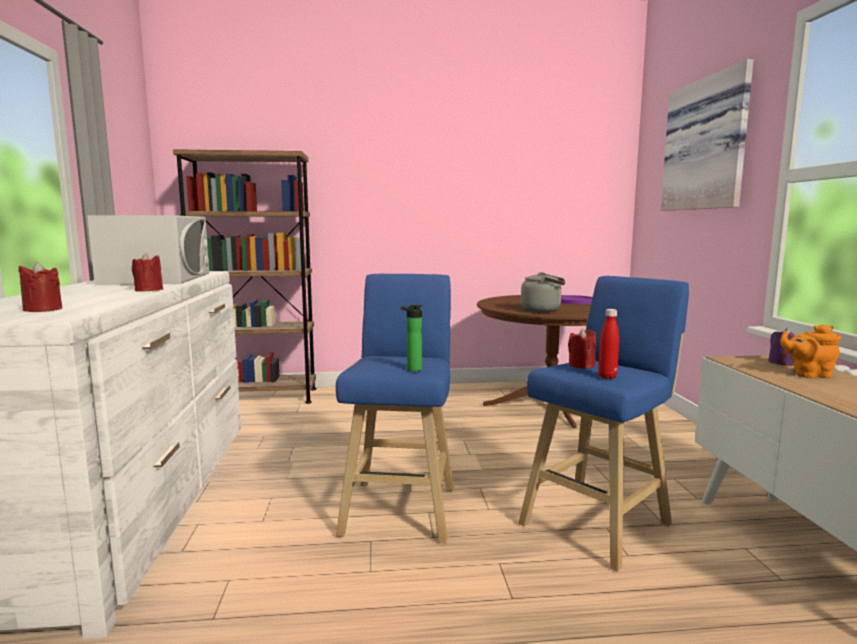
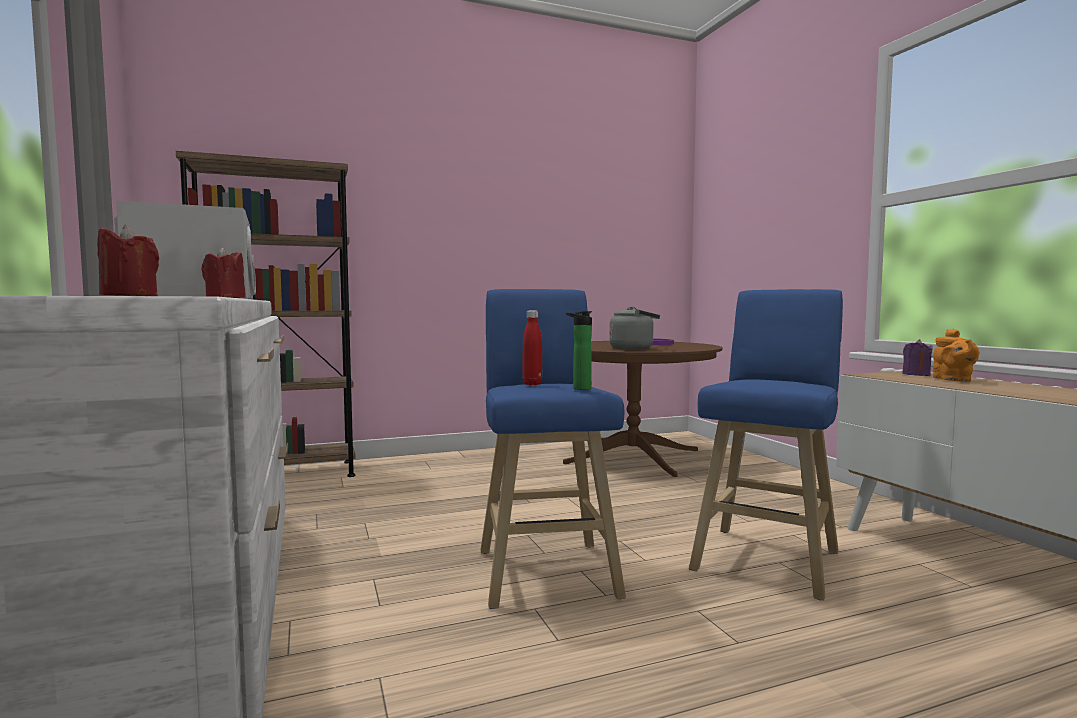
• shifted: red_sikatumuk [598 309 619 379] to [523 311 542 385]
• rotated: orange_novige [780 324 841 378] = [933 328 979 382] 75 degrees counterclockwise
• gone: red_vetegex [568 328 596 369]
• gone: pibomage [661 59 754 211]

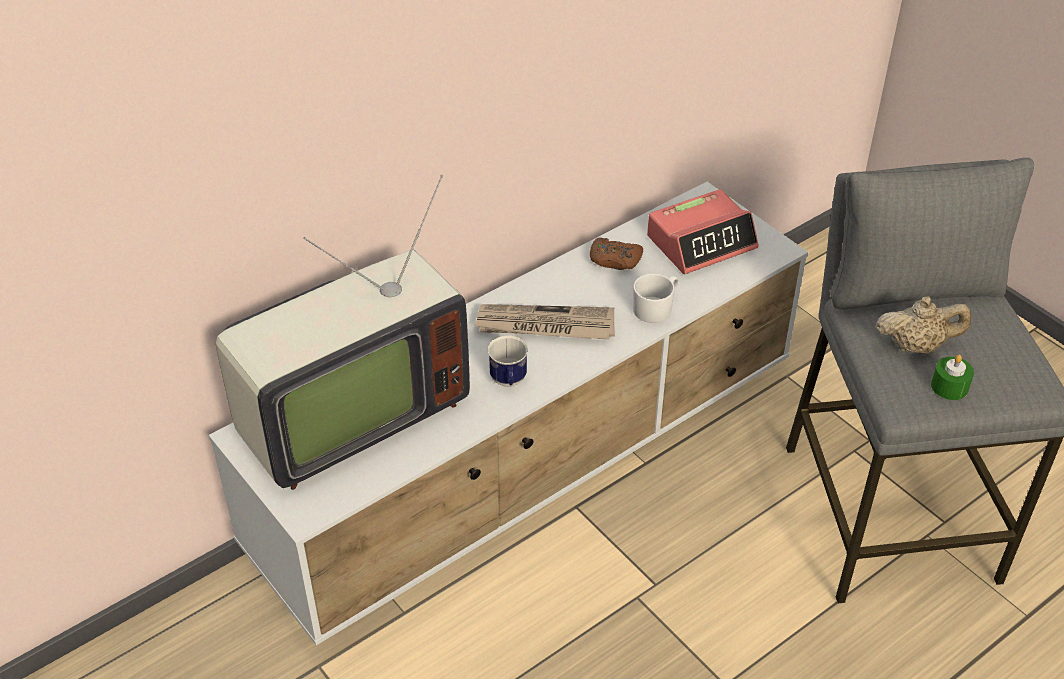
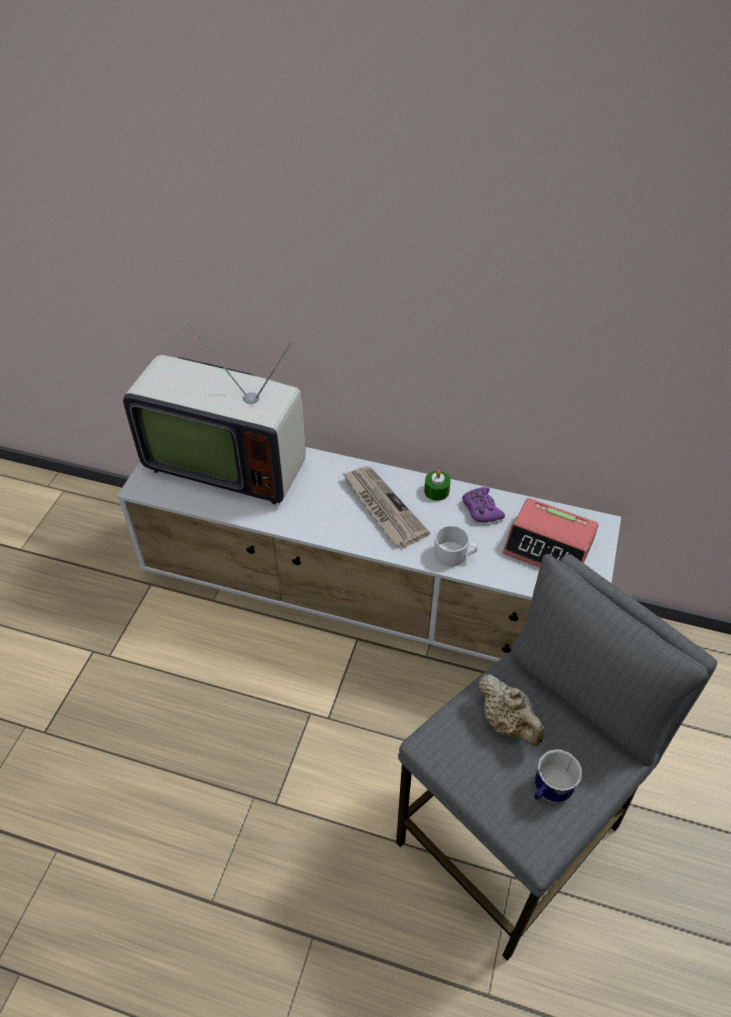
• shifted: green_vetegex [931 355 974 400] to [424 470 451 501]
• repainted: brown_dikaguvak [590 238 643 270] to purple_dikaguvak [462 487 505 523]
• shifted: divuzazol [488 336 528 387] to [534 749 582 803]

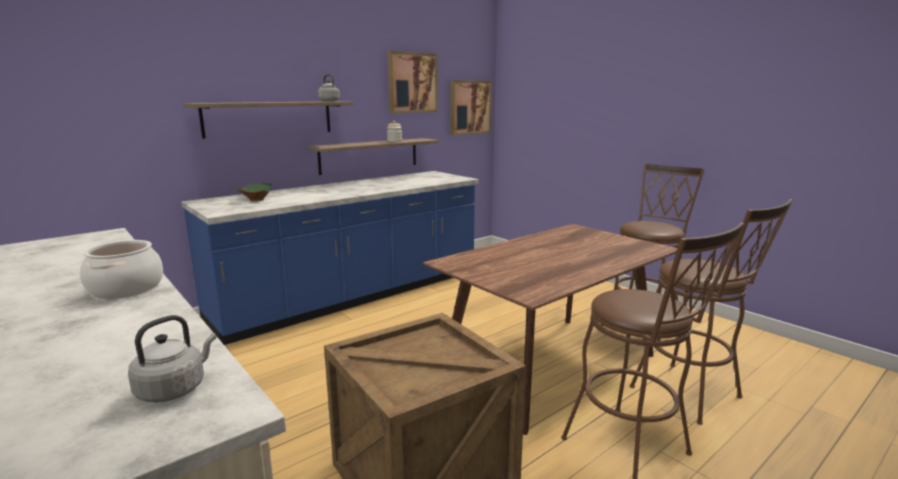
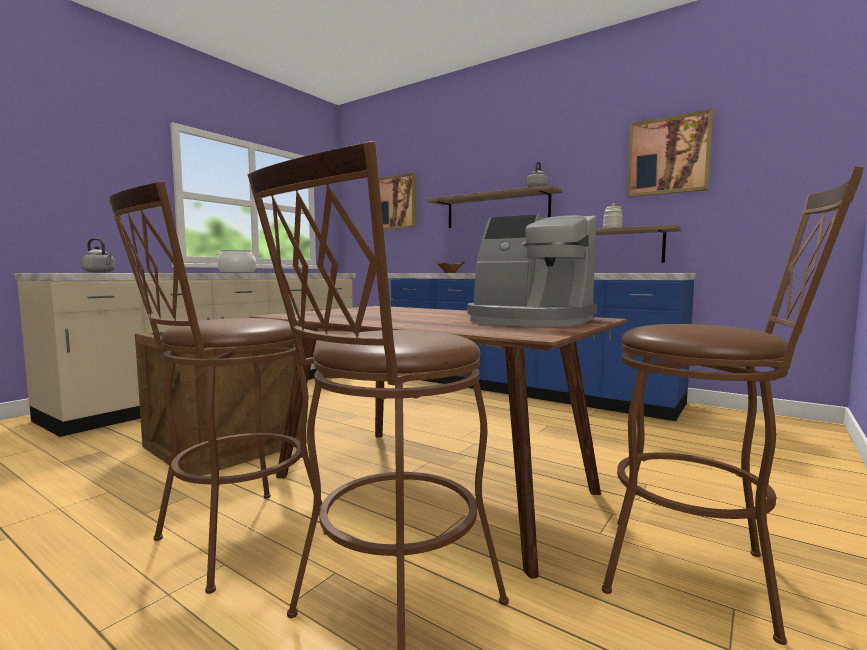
• shifted: pibomage [451 80 492 135] to [379 173 416 230]
• new: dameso [467 214 597 327]

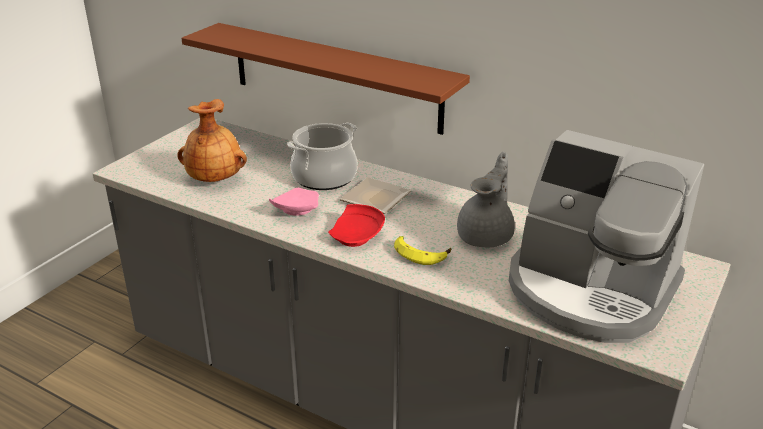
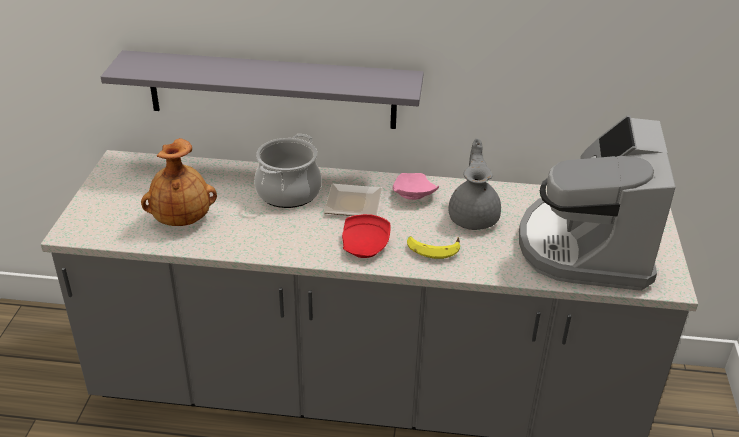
• repainted: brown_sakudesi [181 23 470 135] to grey_sakudesi [101 50 424 129]
• shifted: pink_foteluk [269 188 319 216] to [393 173 439 200]
• rotated: dameso [509 130 704 343] = [519 116 675 291] 90 degrees clockwise

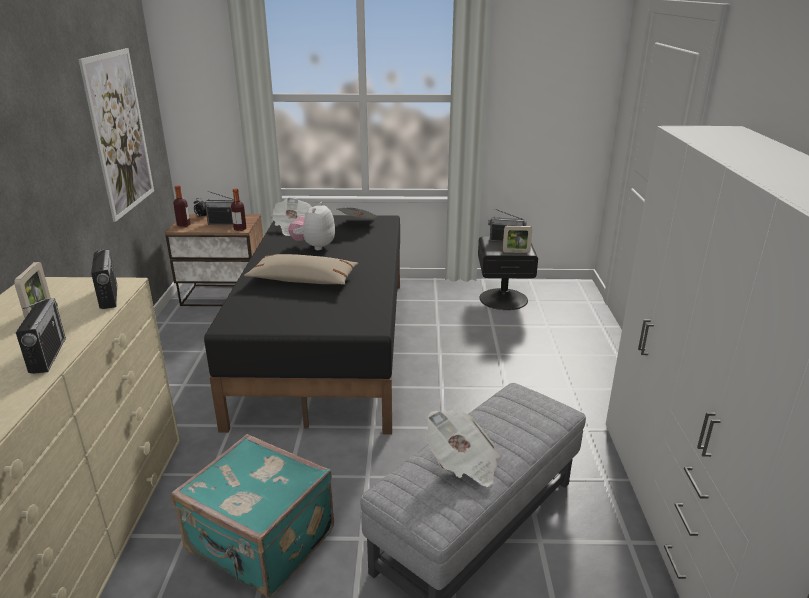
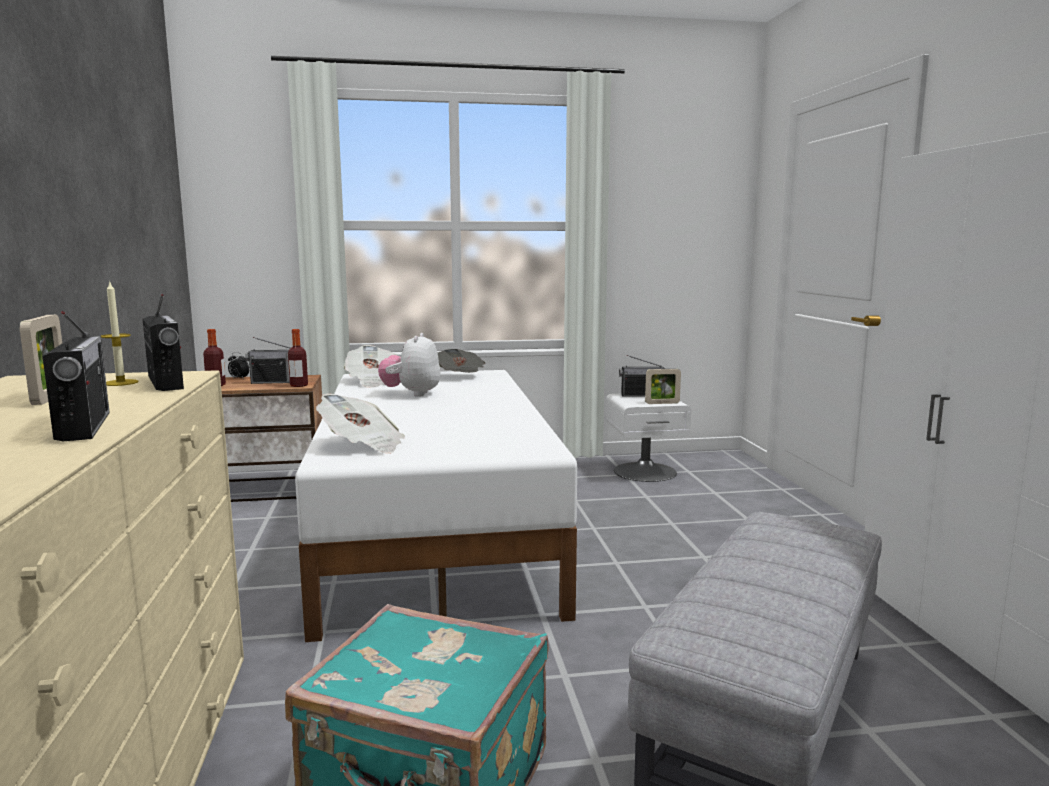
• new: vetegex [101 281 138 386]
• repainted: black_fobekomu [204 215 400 434] to white_fobekomu [295 370 577 642]
• shifted: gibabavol [425 410 500 487] to [316 394 405 454]
• repainted: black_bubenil [478 236 538 310] to white_bubenil [606 394 691 482]
• gone: pibomage [78 48 154 222]
• gone: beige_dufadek [244 254 358 285]

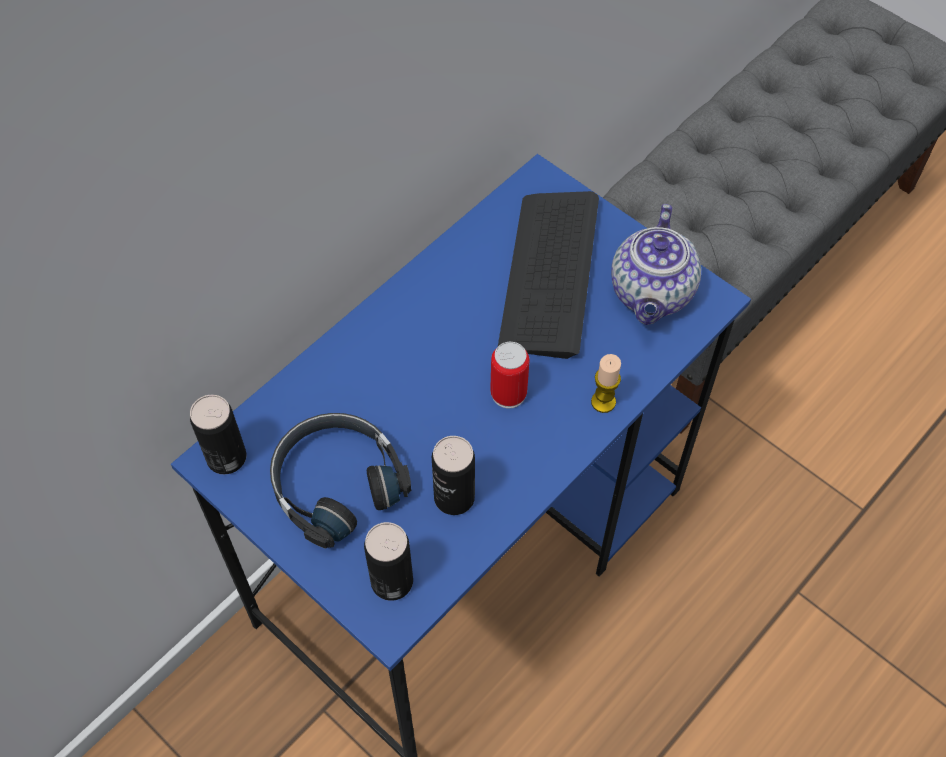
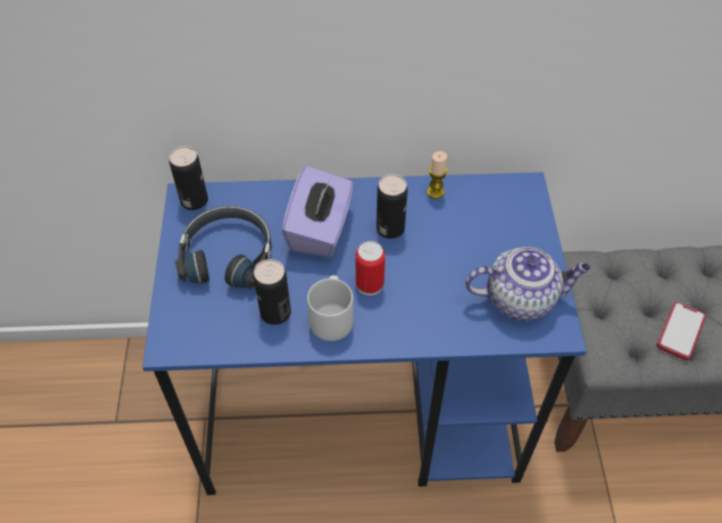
• new: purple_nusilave [282 166 353 258]
• new: grey_divuzazol [307 275 354 341]
• shifted: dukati [364 522 413 601] to [376 174 408 239]
• shifted: vetegex [591 354 621 413] to [427 151 447 199]
• rotated: novige [611 204 701 325] = [465 247 590 321] 150 degrees counterclockwise
• new: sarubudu [657 302 706 361]
• gone: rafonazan [498 191 599 359]

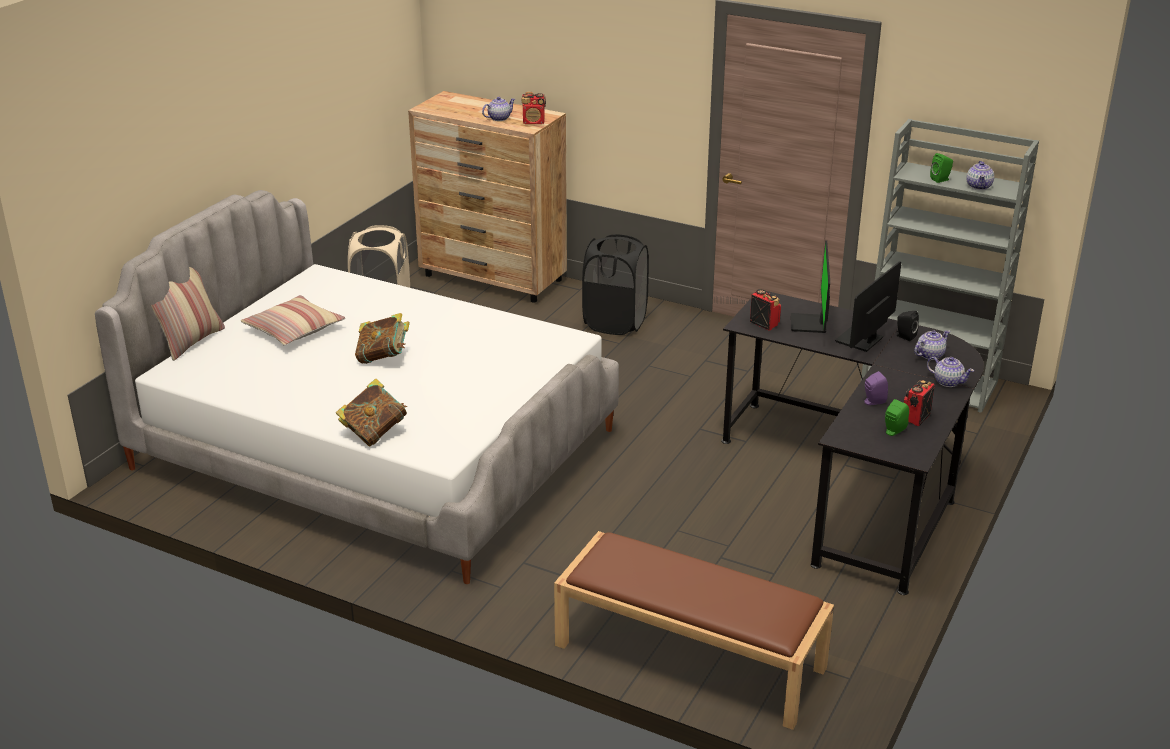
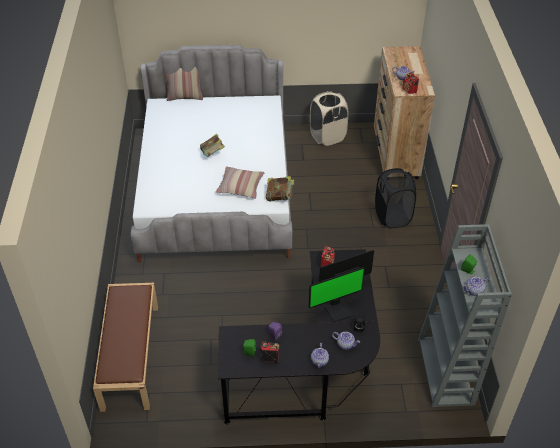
• shifted: dufadek [241 295 345 346] to [216 166 265 199]
• shifted: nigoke [336 378 407 446] to [266 176 294 201]
• rotated: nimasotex [835 261 901 352] = [309 267 365 322] 150 degrees clockwise

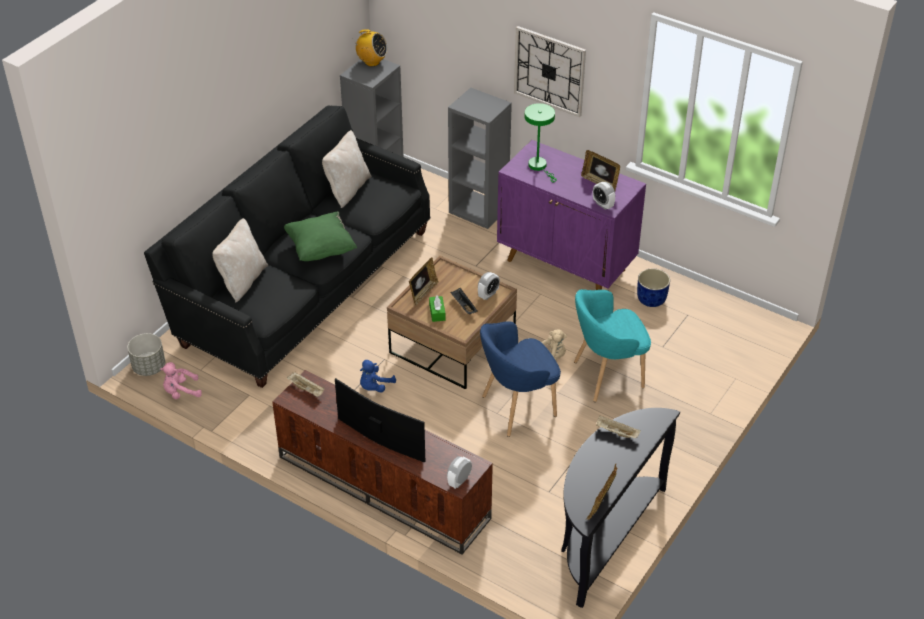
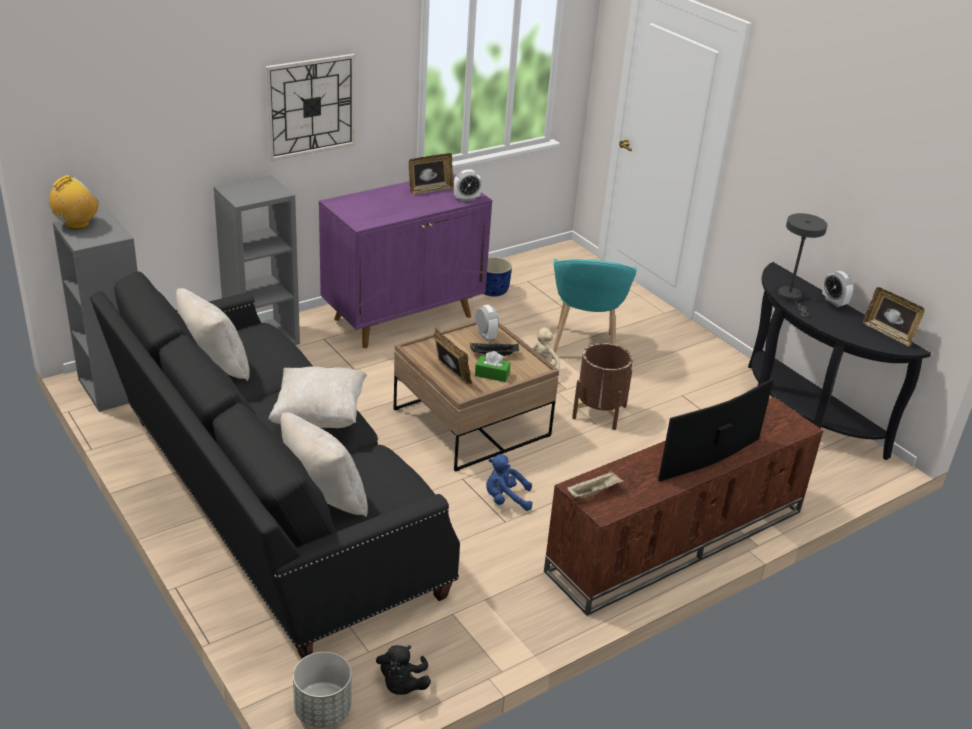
• repainted: green_dufadek [284 211 357 261] to beige_dufadek [269 366 367 428]
• repainted: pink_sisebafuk [160 362 202 399] to black_sisebafuk [376 645 431 695]
• rotated: blue_sisebafuk [360 360 396 392] = [486 454 533 511] 120 degrees clockwise
• swapped: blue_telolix [480 321 561 437] to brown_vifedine [572 343 633 430]
• swapped: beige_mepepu [596 416 641 438] to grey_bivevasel [778 213 827 317]
• shifted: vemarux [447 456 472 489] to [822 271 853 307]
• gone: green_bivevasel [524 103 557 182]

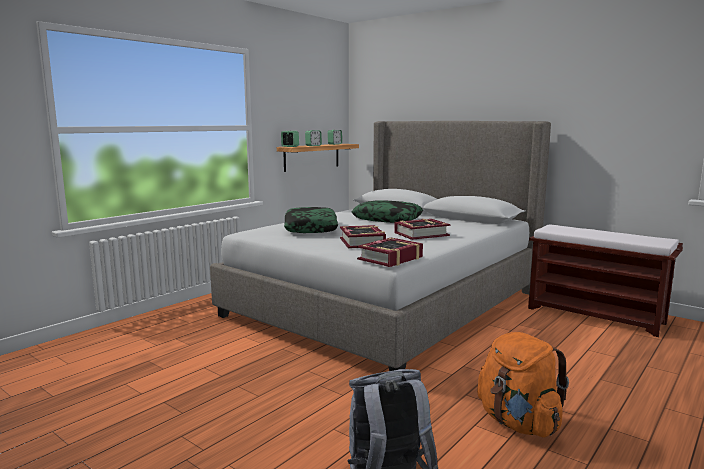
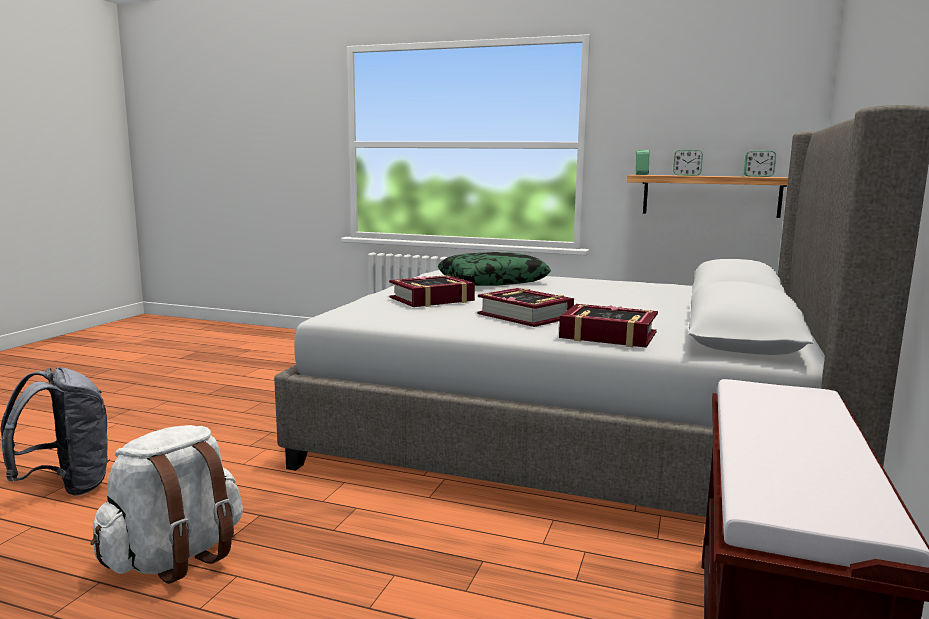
• repainted: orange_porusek [477 332 569 438] to white_porusek [91 425 243 584]
• shifted: nigoke [357 238 423 267] to [559 304 658 348]
• gone: dufadek [352 200 423 223]

